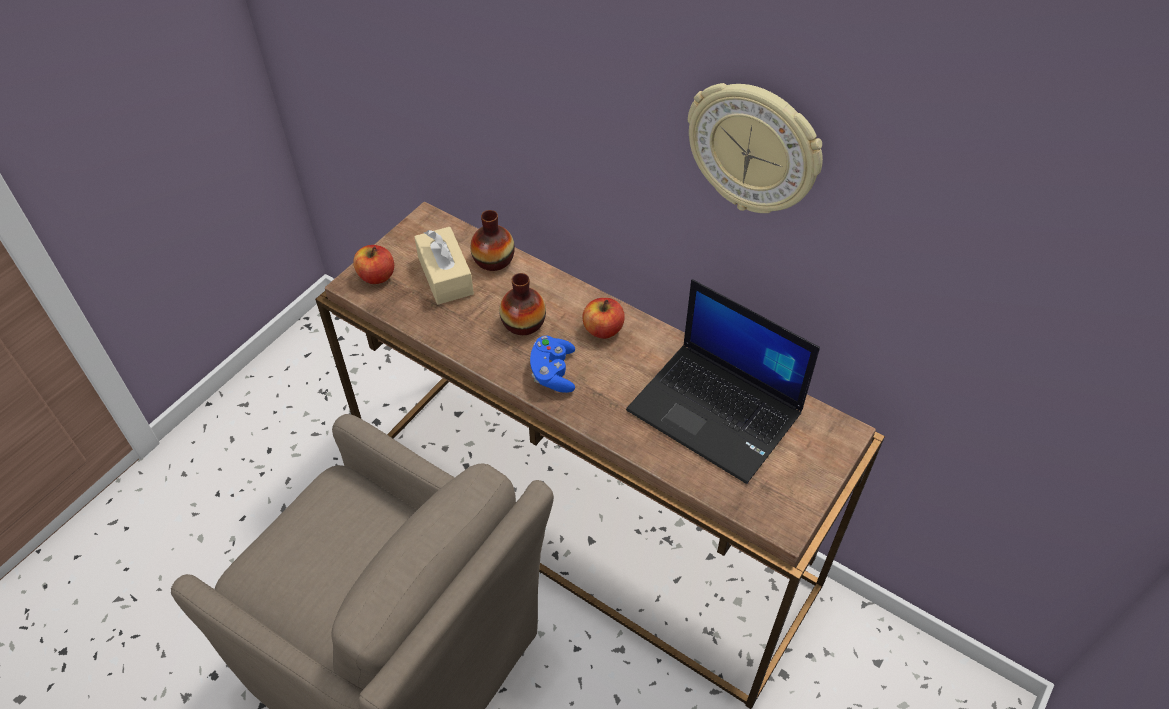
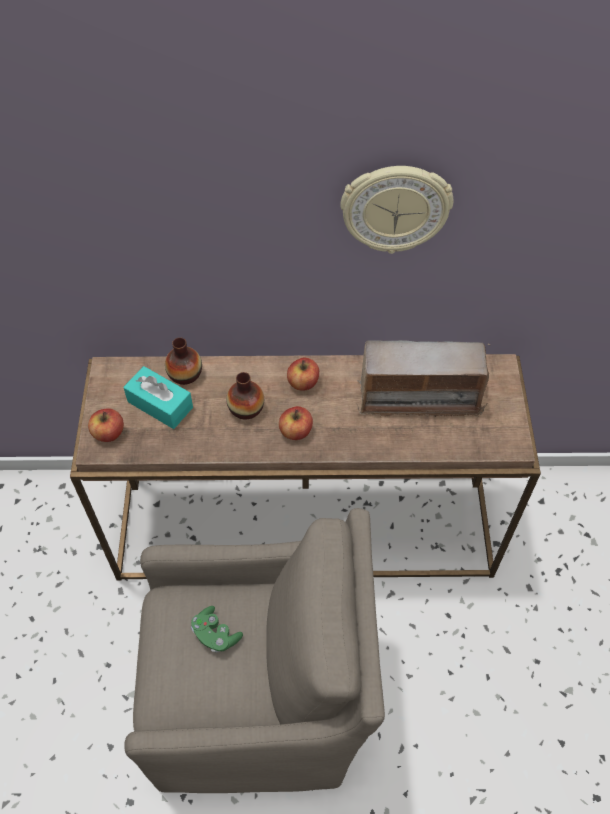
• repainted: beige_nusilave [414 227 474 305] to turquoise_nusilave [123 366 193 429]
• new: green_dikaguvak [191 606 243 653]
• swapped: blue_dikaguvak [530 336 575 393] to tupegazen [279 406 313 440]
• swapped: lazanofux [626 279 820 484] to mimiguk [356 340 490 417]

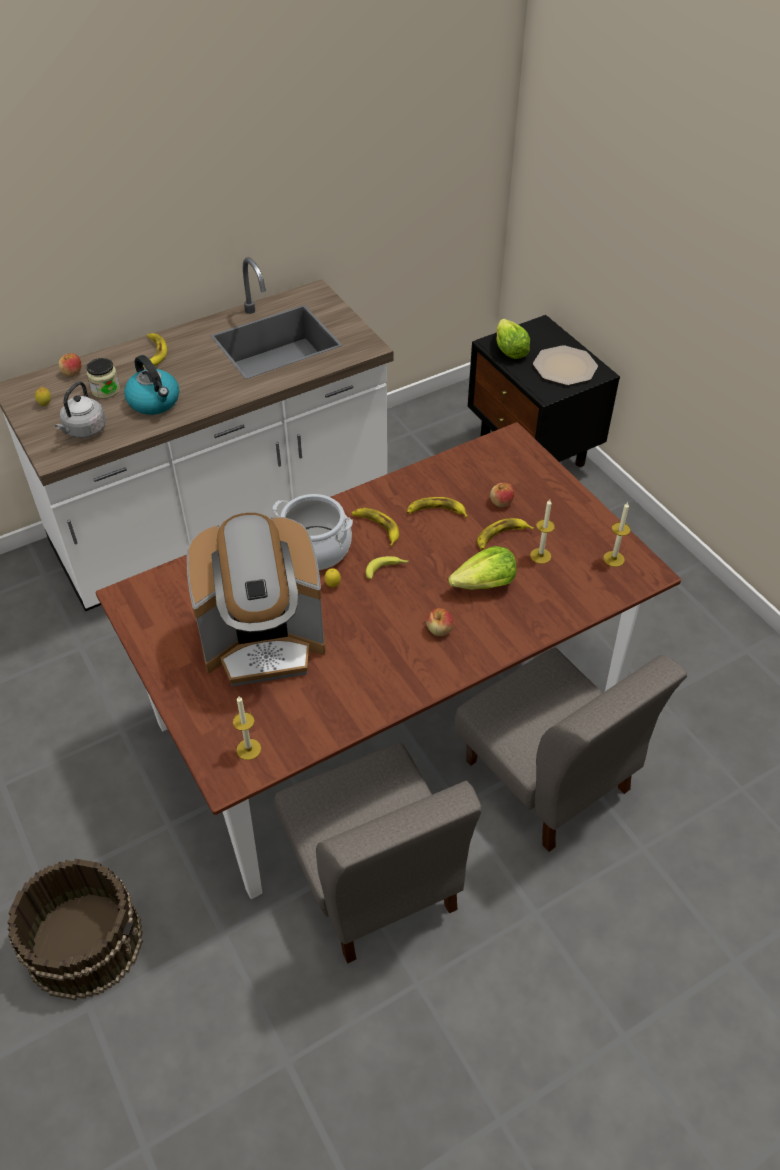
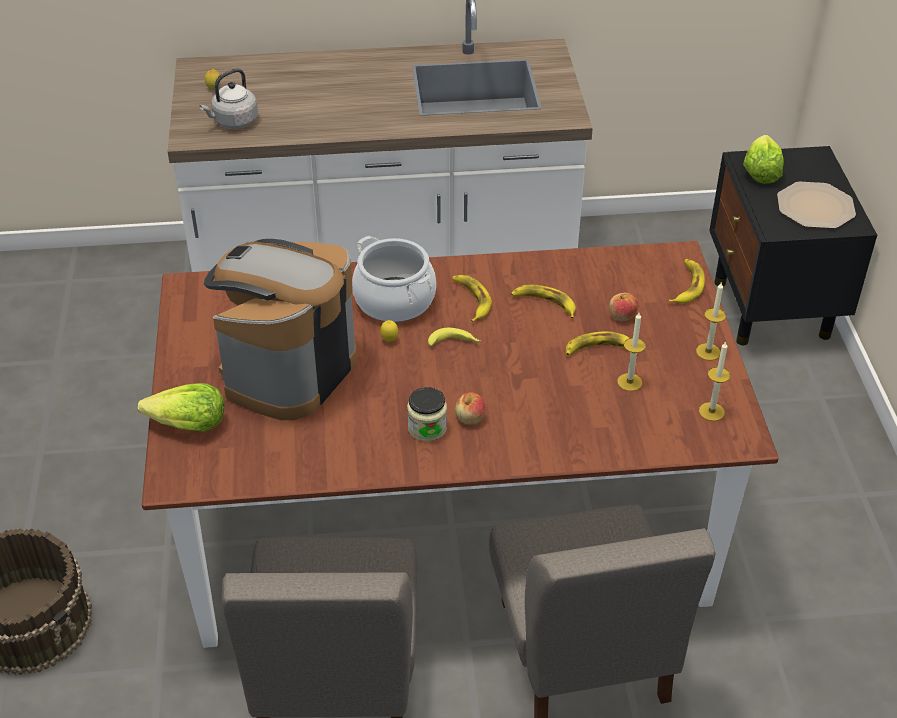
• shifted: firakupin [448 546 516 590] to [138 383 224 432]
• rotated: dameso [187 513 326 687] = [204 239 357 420] 105 degrees clockwise
• shifted: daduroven [87 358 120 398] to [407 387 447 442]
• shifted: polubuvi [143 333 167 367] to [669 259 705 304]
• shifted: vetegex [233 696 261 760] to [696 283 726 361]
• gone: tupegazen [58 353 81 377]
• gone: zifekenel [124 355 179 415]

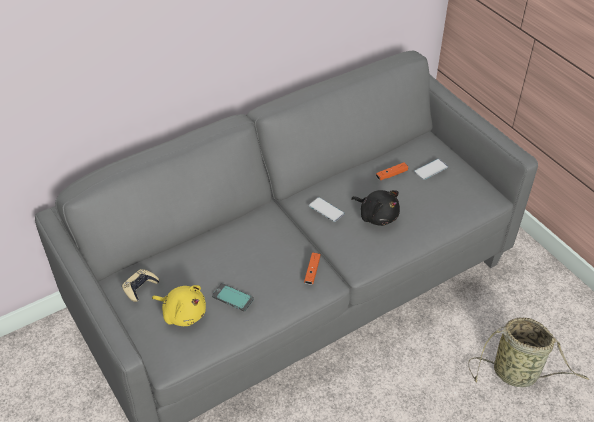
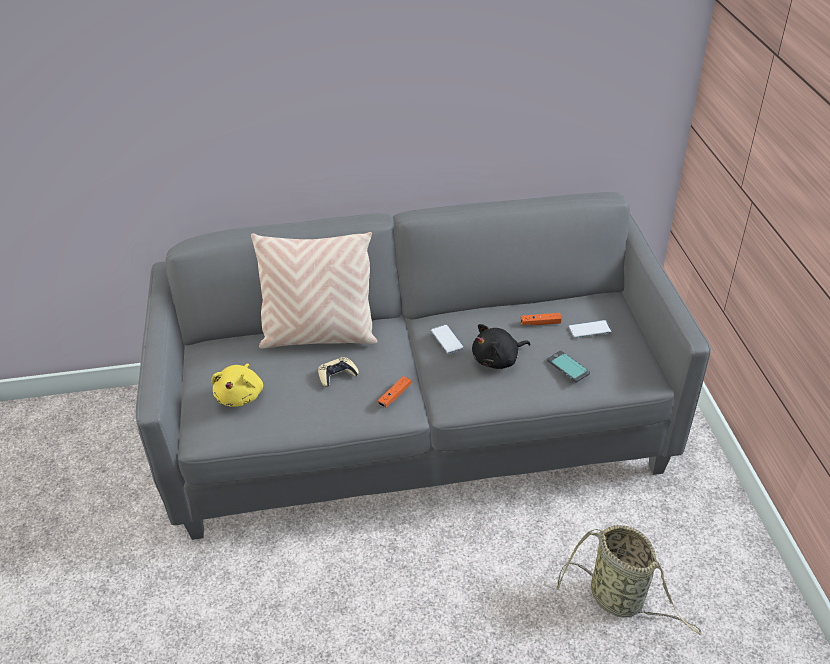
• rotated: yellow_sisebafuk [152 285 206 326] = [211 364 263 407] 45 degrees clockwise
• new: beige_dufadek [251 232 377 348]
• shifted: beige_dikaguvak [122 269 159 302] to [318 357 359 388]
• rotated: black_sisebafuk [351 190 400 226] = [472 324 530 369] 90 degrees clockwise
• shifted: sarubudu [212 283 254 311] to [547 351 590 382]

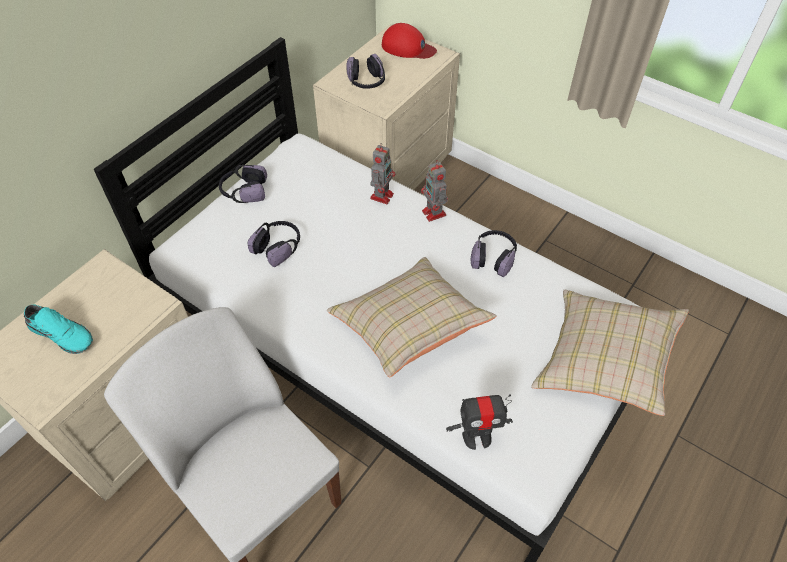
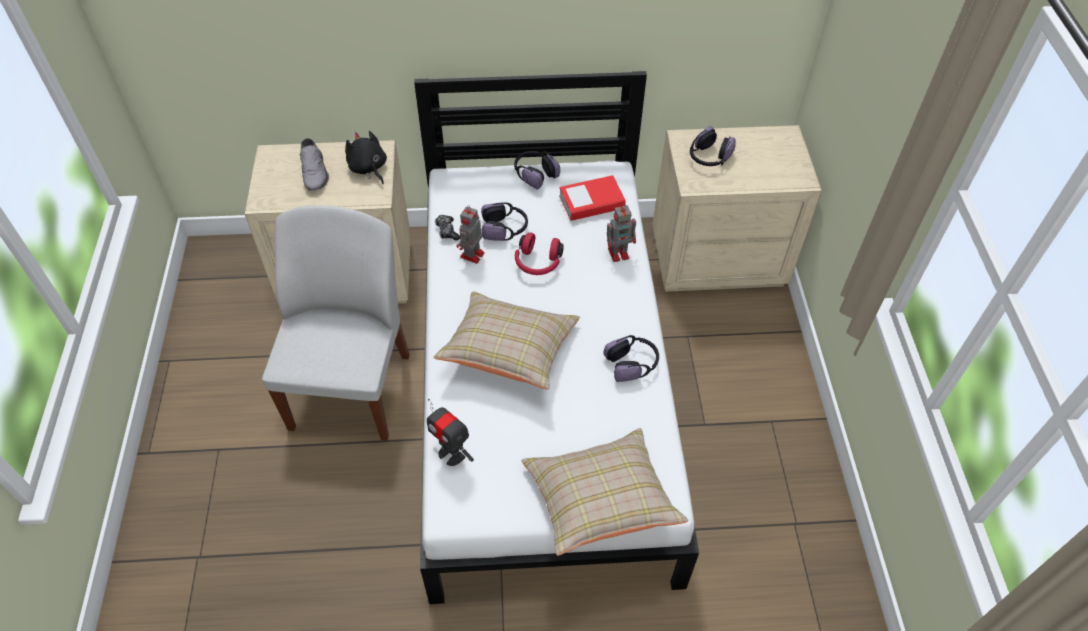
• repainted: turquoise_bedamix [24 304 93 354] to grey_bedamix [300 138 329 191]
• new: black_sisebafuk [345 131 387 184]
• new: dikaguvak [435 215 460 241]
• shifted: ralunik [421 160 448 222] to [456 205 485 264]
• new: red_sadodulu [515 232 564 275]
• new: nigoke [559 175 626 221]
• gone: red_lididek [382 23 437 59]

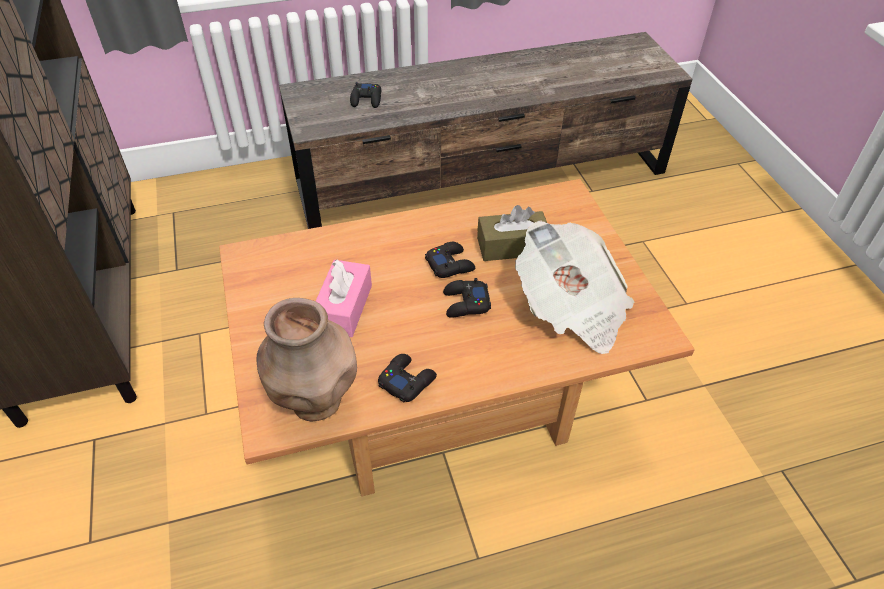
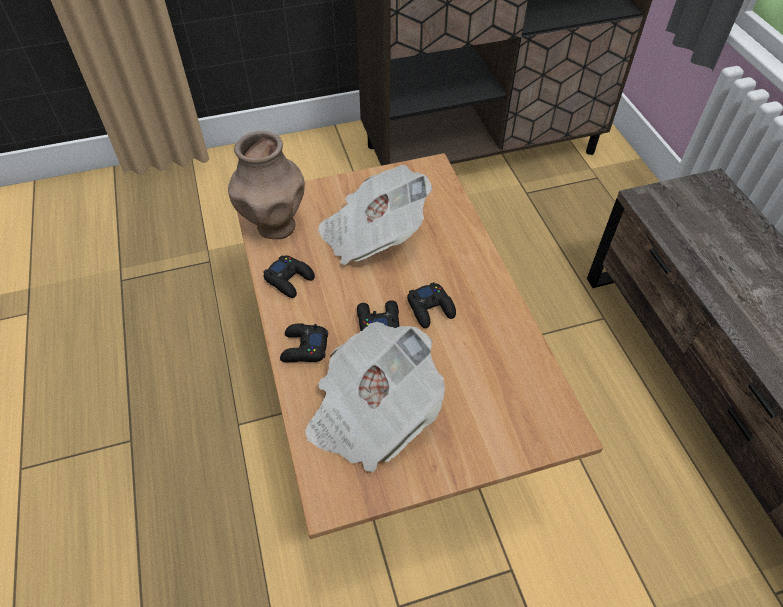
• shifted: black_dikaguvak [350 82 381 108] to [280 323 328 362]
• swapped: pink_nusilave [316 260 372 337] to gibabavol [318 165 432 265]
• gone: brown_nusilave [477 205 547 261]

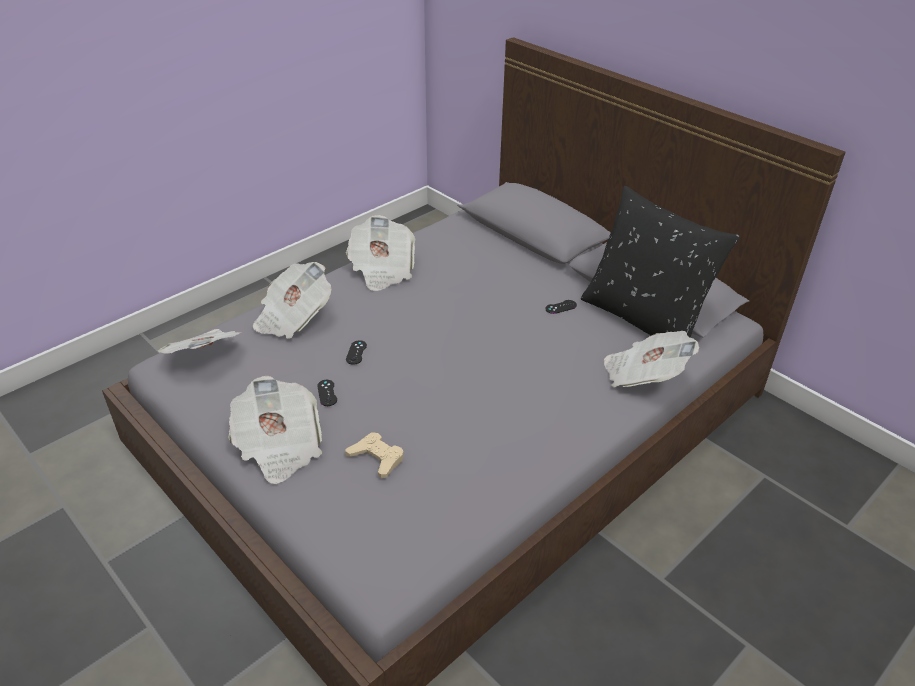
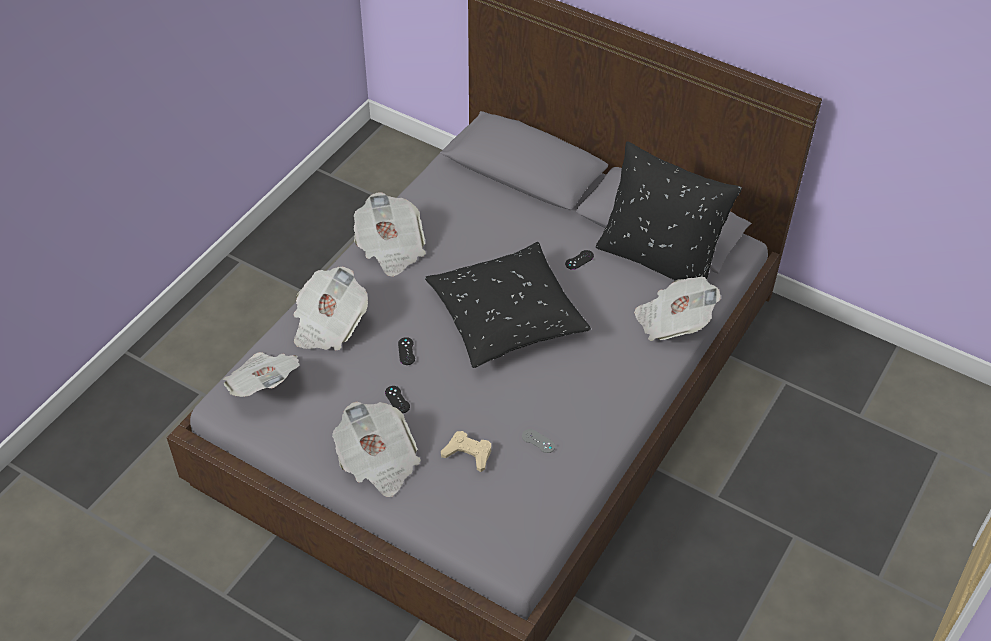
• new: black_dufadek [425 242 591 368]
• new: grey_dikaguvak [522 429 555 453]

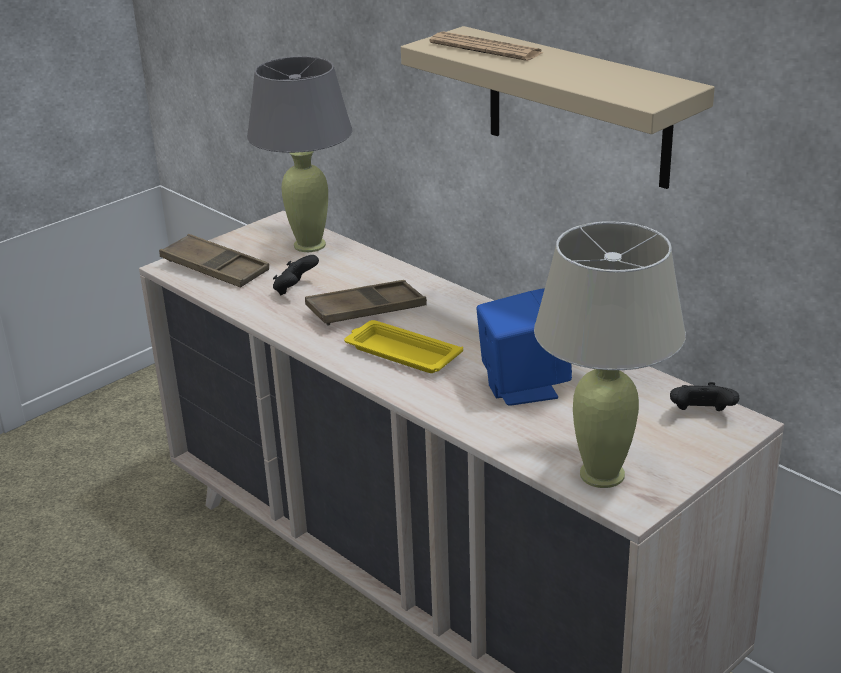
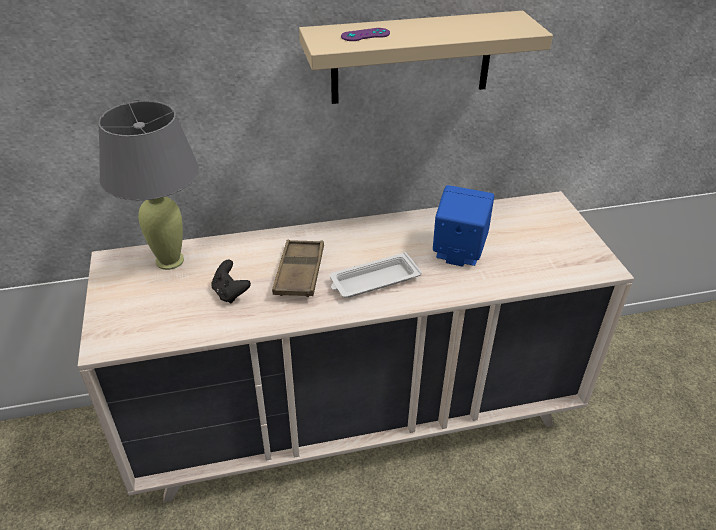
• repainted: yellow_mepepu [344 320 463 373] to white_mepepu [329 252 422 298]
• swapped: gibabavol [429 31 544 61] to purple_dikaguvak [341 28 390 41]
• gone: brown_mepepu [159 234 269 288]
• gone: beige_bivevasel [534 221 686 488]
• gone: black_dikaguvak [670 382 739 411]

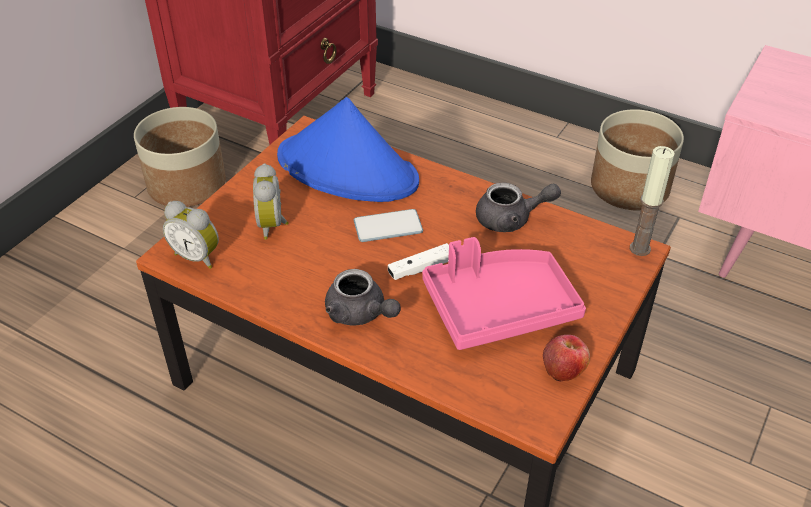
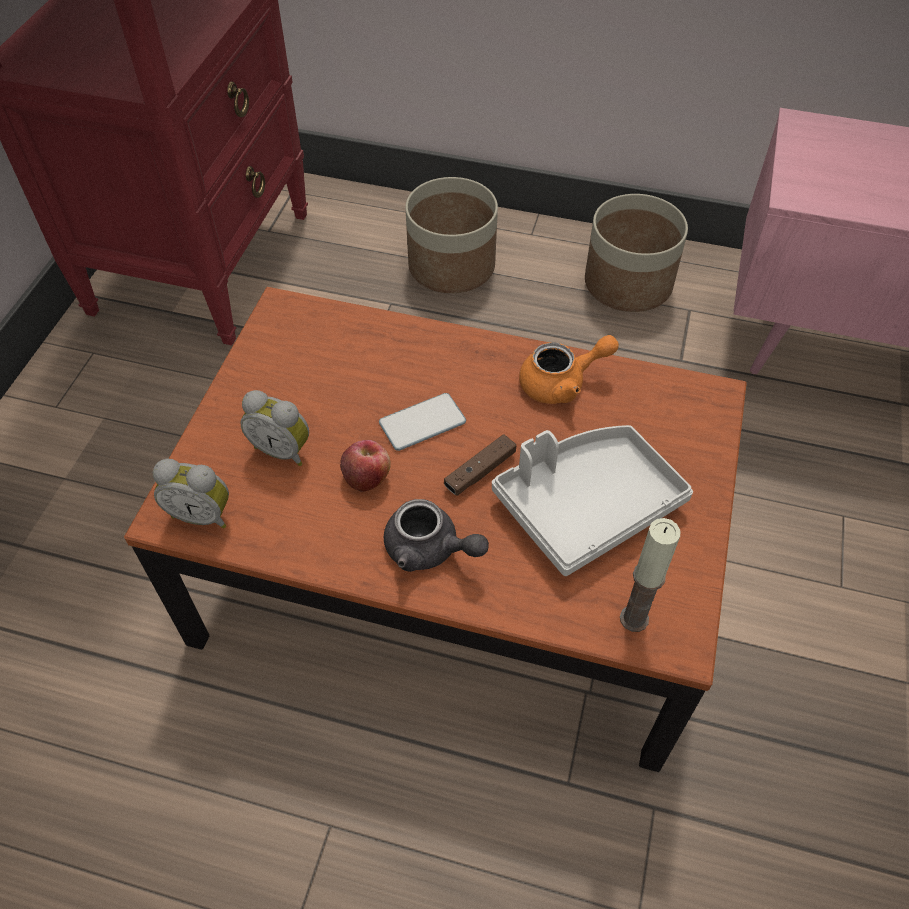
• rotated: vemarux [253 163 289 240] = [240 390 309 466] 45 degrees counterclockwise
• shifted: tupegazen [543 335 590 382] to [340 440 390 492]
• shifted: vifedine [134 107 226 207] to [405 177 498 293]
• repainted: white_dikaguvak [388 243 449 280] to brown_dikaguvak [444 434 516 496]
• repainted: pink_mepepu [422 237 586 350] to grey_mepepu [492 425 693 576]
• repainted: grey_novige [476 182 561 232] to orange_novige [519 335 619 404]
• shifted: vetegex [630 146 675 256] to [620 518 681 632]
• gone: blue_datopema [277 97 419 202]

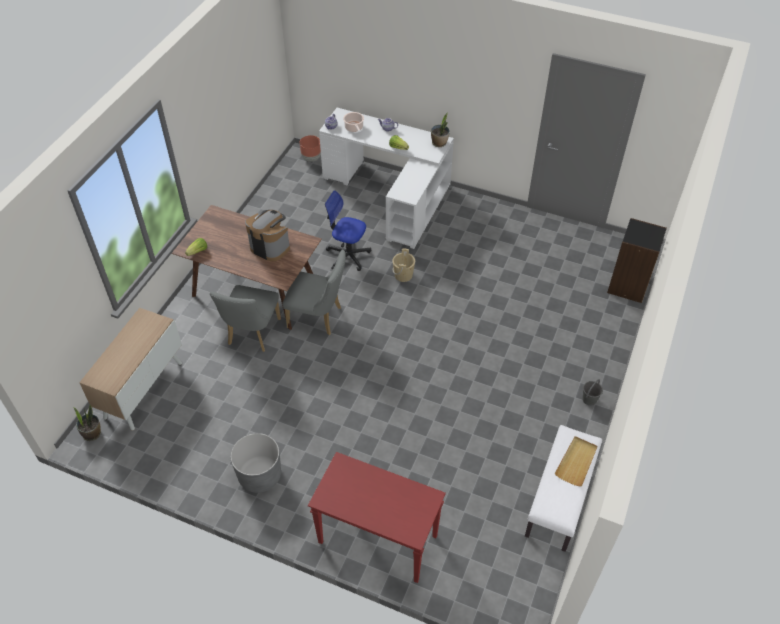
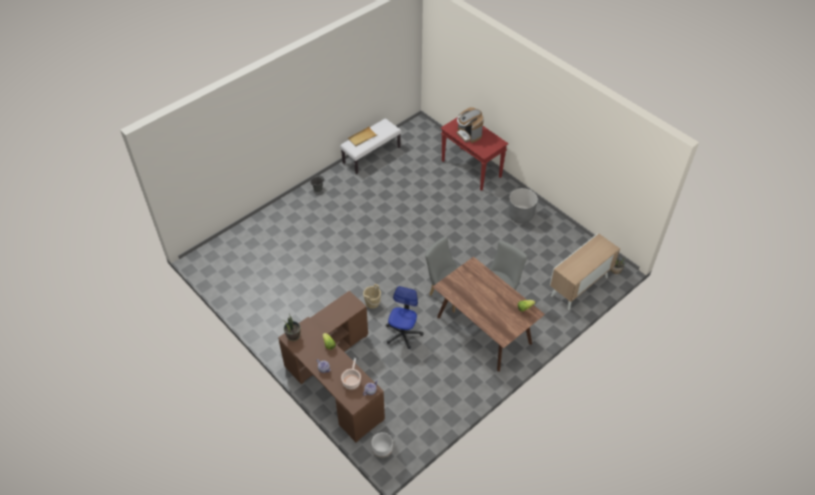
• repainted: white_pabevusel [319 108 454 249] to brown_pabevusel [278 291 385 442]
• repainted: brown_vifedine [300 135 321 162] to white_vifedine [372 432 393 458]
• rotated: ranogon [325 190 371 271] = [386 286 423 349] 120 degrees counterclockwise
• shifted: dameso [245 210 290 261] to [457 107 484 143]
• gone: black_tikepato [607 218 667 303]

